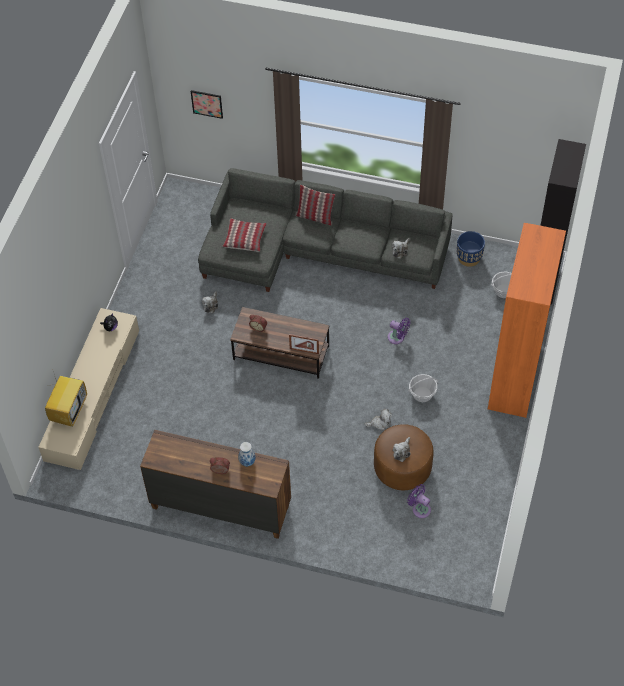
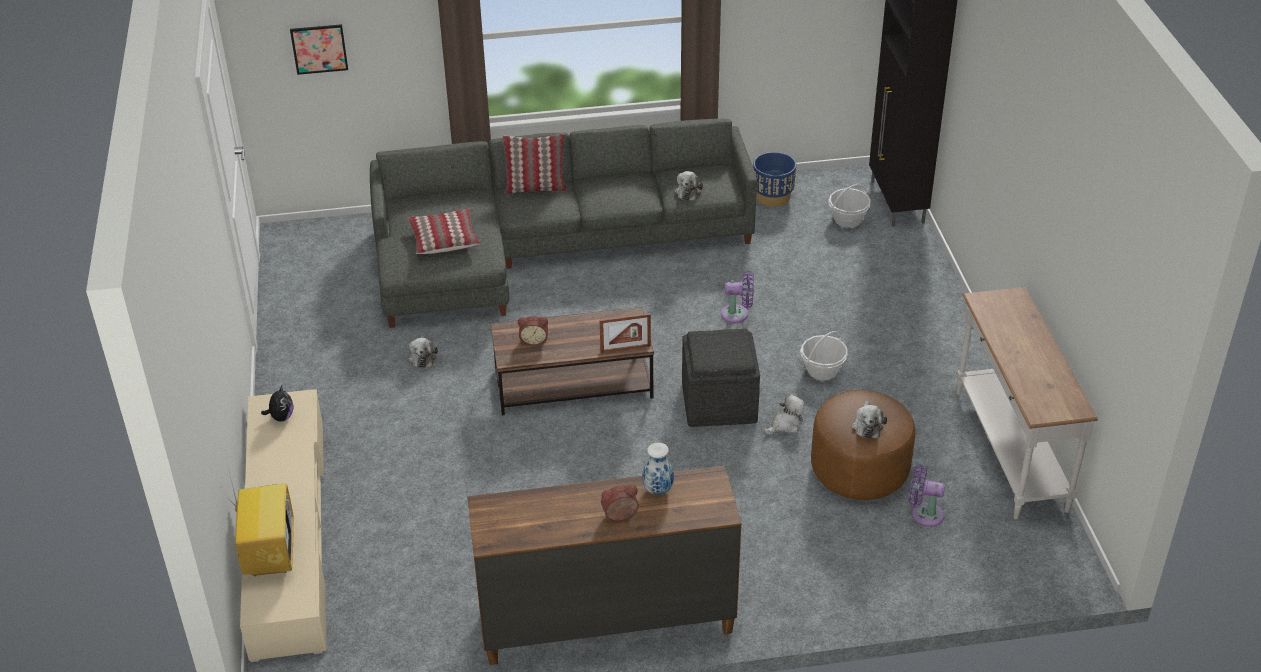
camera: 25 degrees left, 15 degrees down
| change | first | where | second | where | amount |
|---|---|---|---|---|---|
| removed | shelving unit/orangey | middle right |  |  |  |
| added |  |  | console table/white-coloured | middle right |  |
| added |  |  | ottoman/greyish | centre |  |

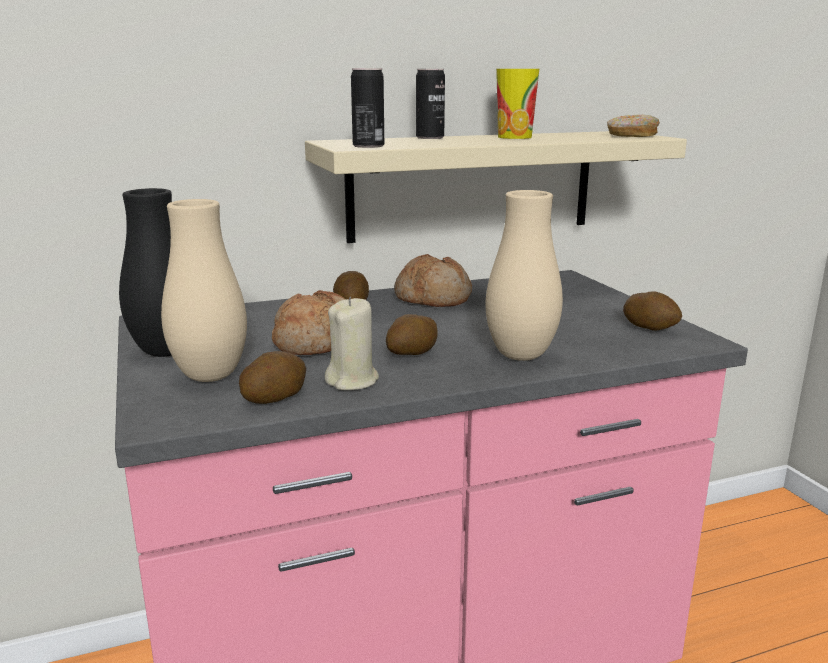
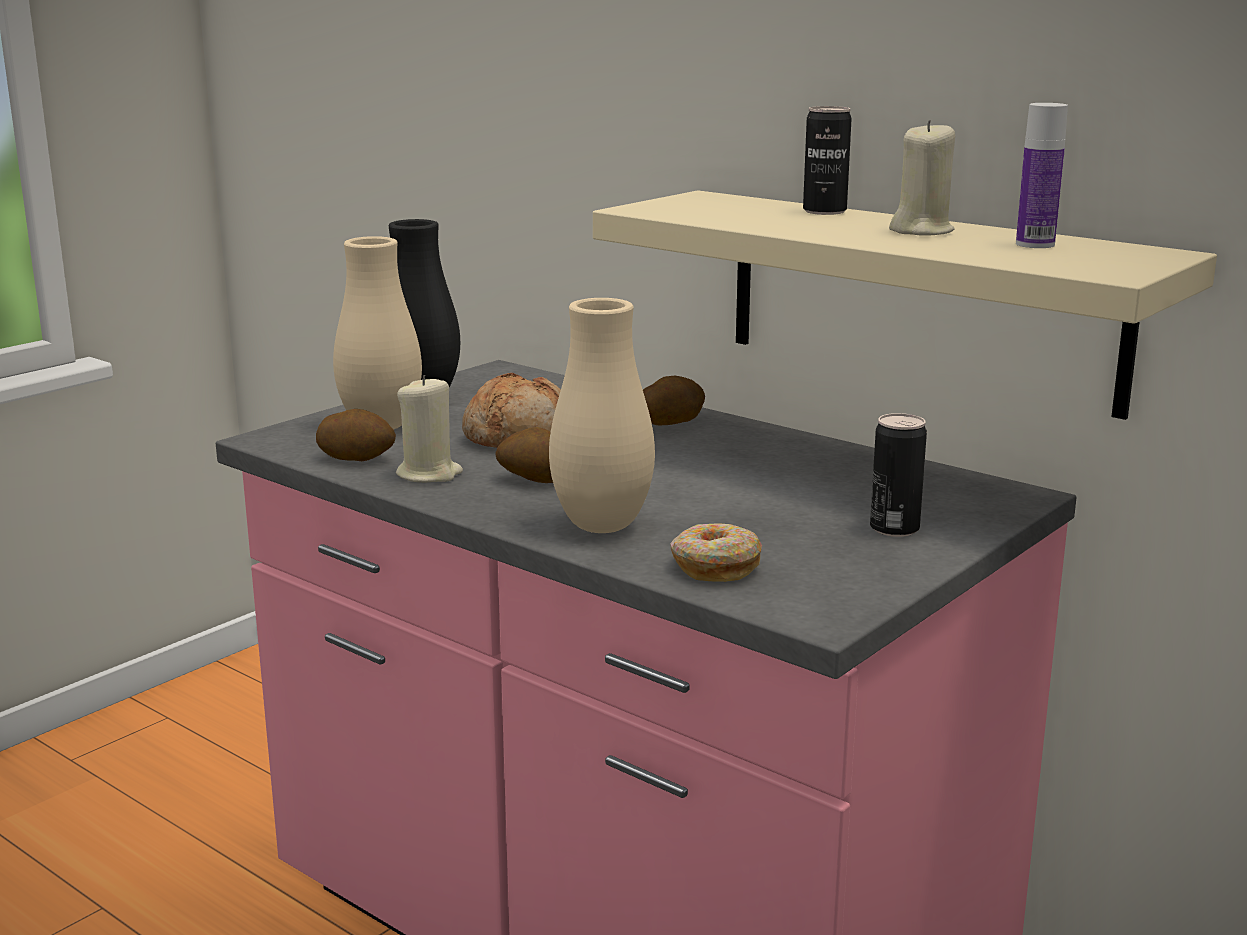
camera: 60 degrees right, 0 degrees up
| change | first | where | second | where | amount |
|---|---|---|---|---|---|
| moved | sealed can (1st from left in the first image) | top centre | sealed can (2nd from left) | middle right |  |
| replaced | small cup | top centre | wax light/beige-coloured (2nd from left) | top right |  |
| moved | doughnut | top right |  | centre |  |
| removed | bread (2nd from left) | centre |  |  |  |
| removed | whole potato (4th from left) | middle right |  |  |  |
| added |  |  | bottle | top right |  |

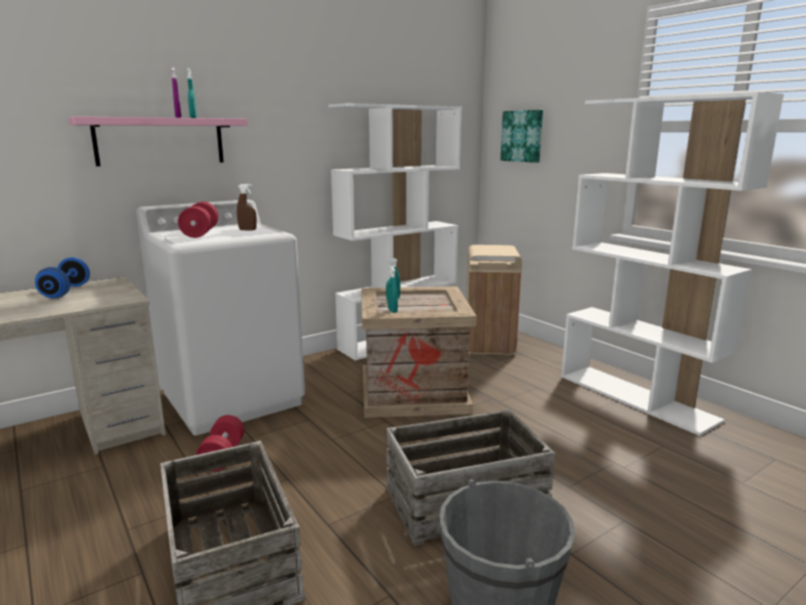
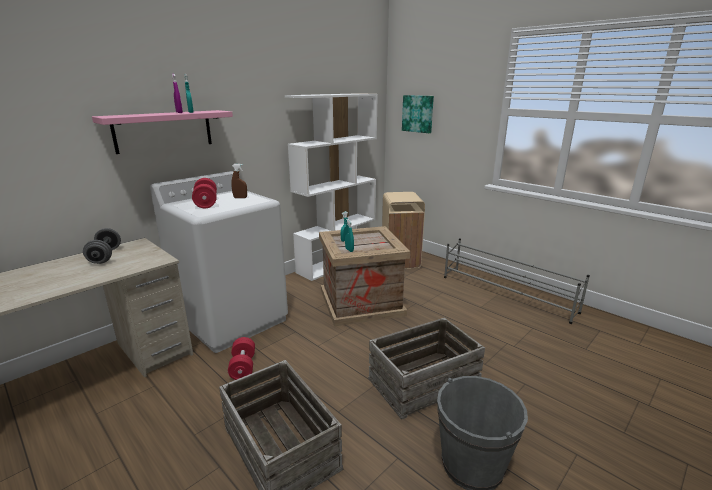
camera: 10 degrees left, 5 degrees up
| change | first | where | second | where | amount |
|---|---|---|---|---|---|
| replaced | shelving unit/white-coloured (2nd from left) | middle right | shoe rack/greyish | middle right |  |
| recoloured | dumbbell/blue | middle left | dumbbell/greyish | middle left |  |

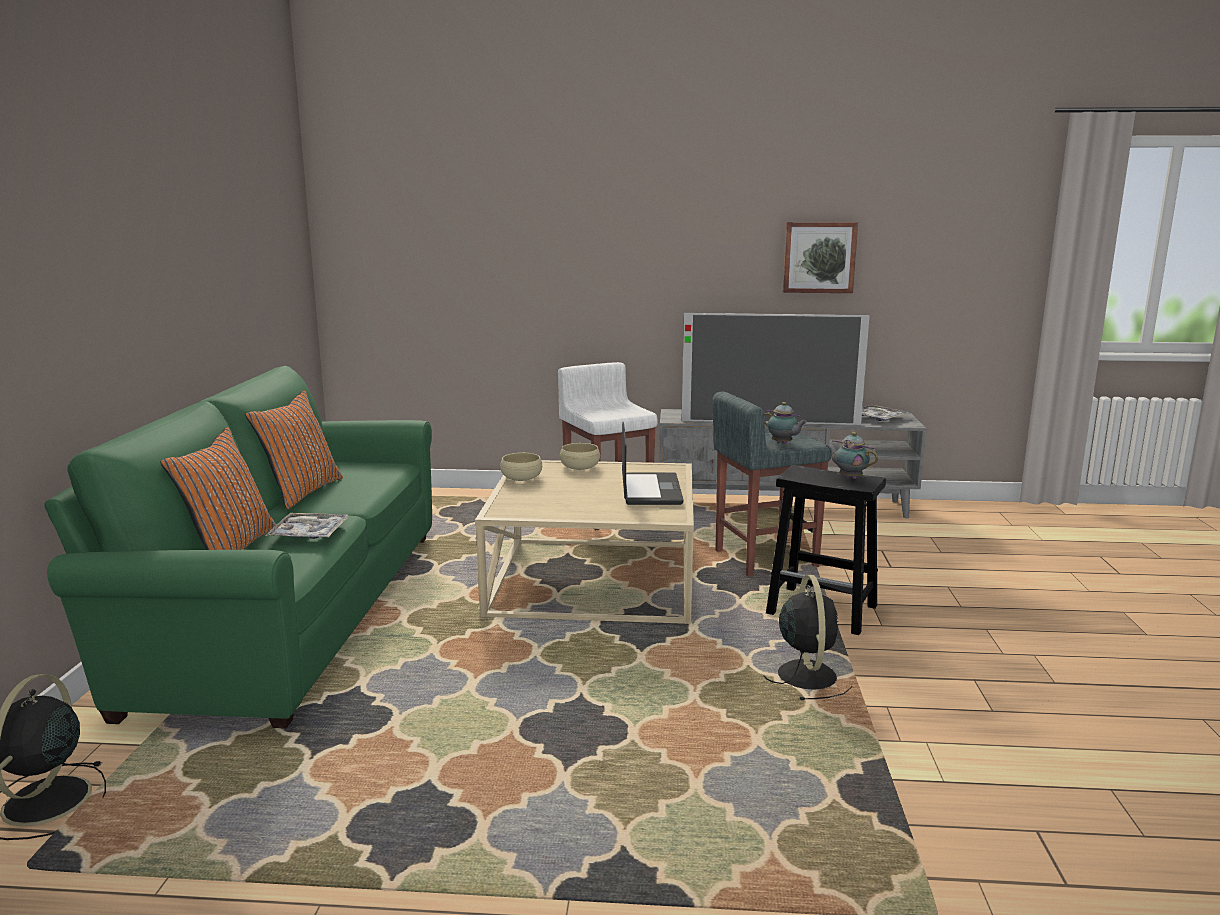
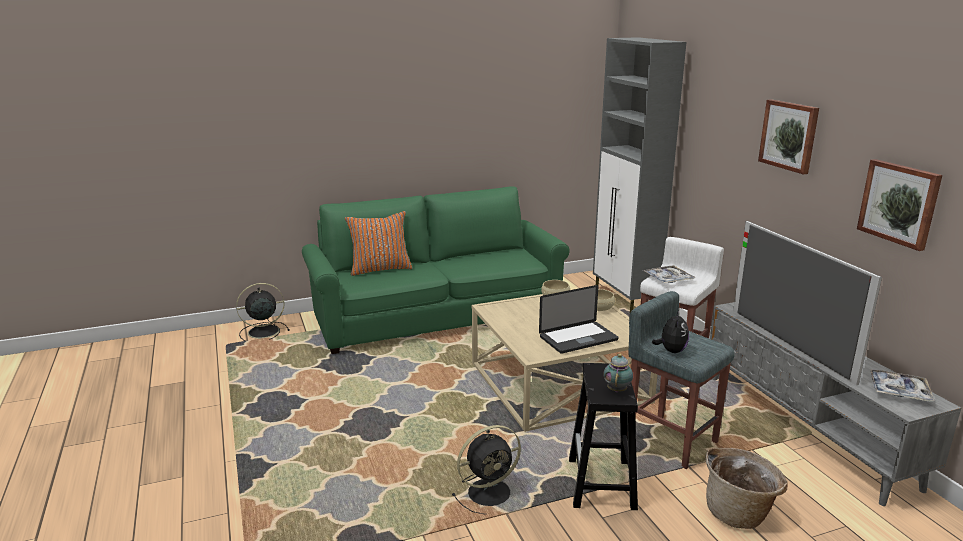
camera: 65 degrees right, 5 degrees up
| change | first | where | second | where | amount |
|---|---|---|---|---|---|
| removed | pillow/orangey (2nd from left) | middle left |  |  |  |
| replaced | pot for tea (1st from left) | centre | plush toy | middle right |  |
| moved | tray (1st from left) | middle left |  | middle right |  |
| added |  |  | cabinet/greyish | top centre |  |
| added |  |  | picture (1st from left) | top right |  |
| added |  |  | basket | bottom right |  |

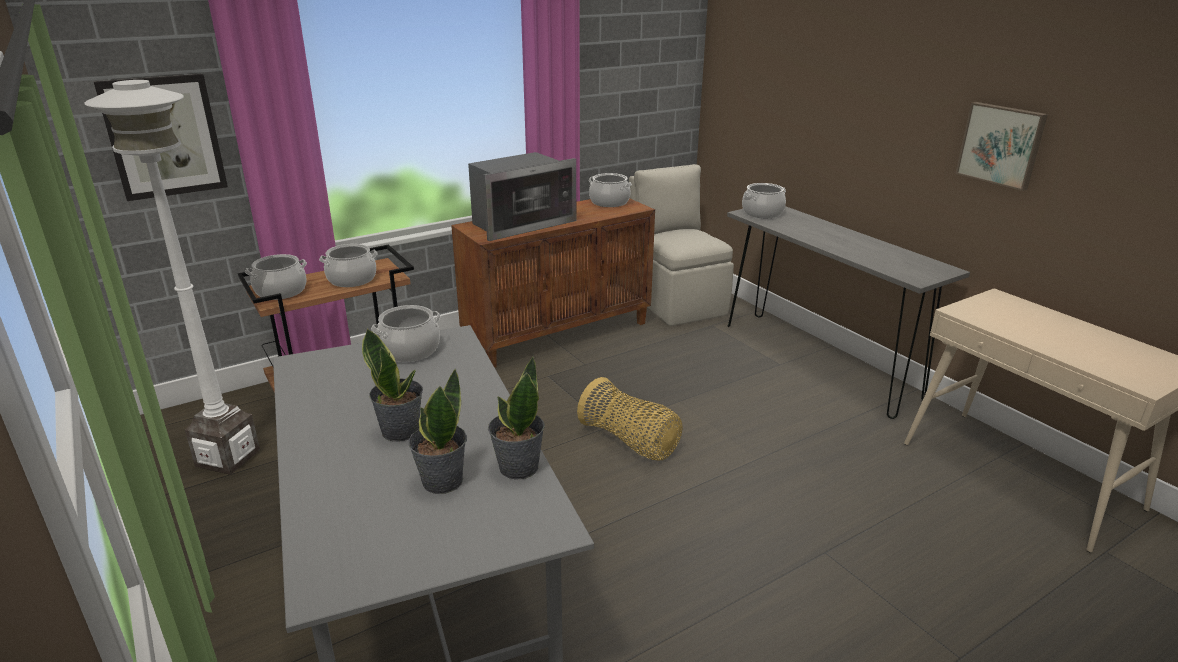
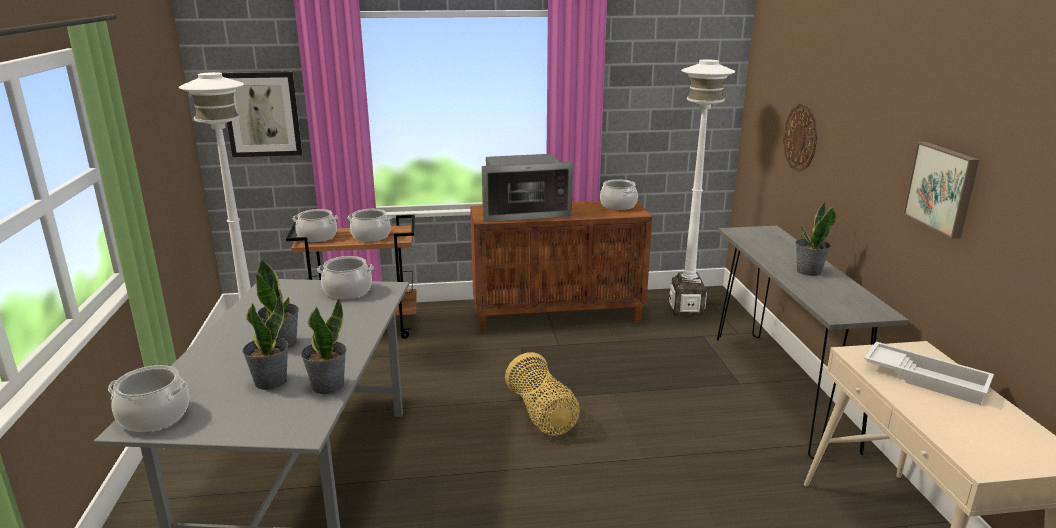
camera: 25 degrees right, 5 degrees down
| change | first | where | second | where | amount |
|---|---|---|---|---|---|
| replaced | upright chair/beige-coloured | centre | standard lamp/white-coloured (2nd from left) | centre |  |
| moved | stockpot (5th from left in the first image) | top centre | stockpot (1st from left) | bottom left |  |
| added |  |  | clock on the wall | top right |  |
| added |  |  | plant in a pot (4th from left) | middle right |  |
| added |  |  | tray/white-coloured | bottom right |  |

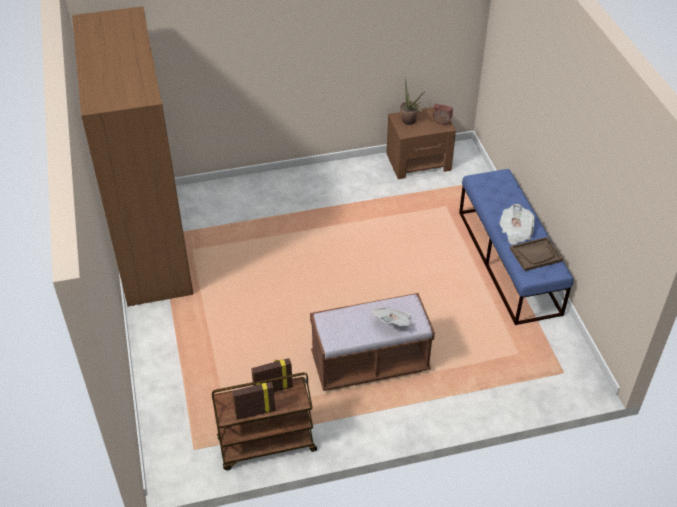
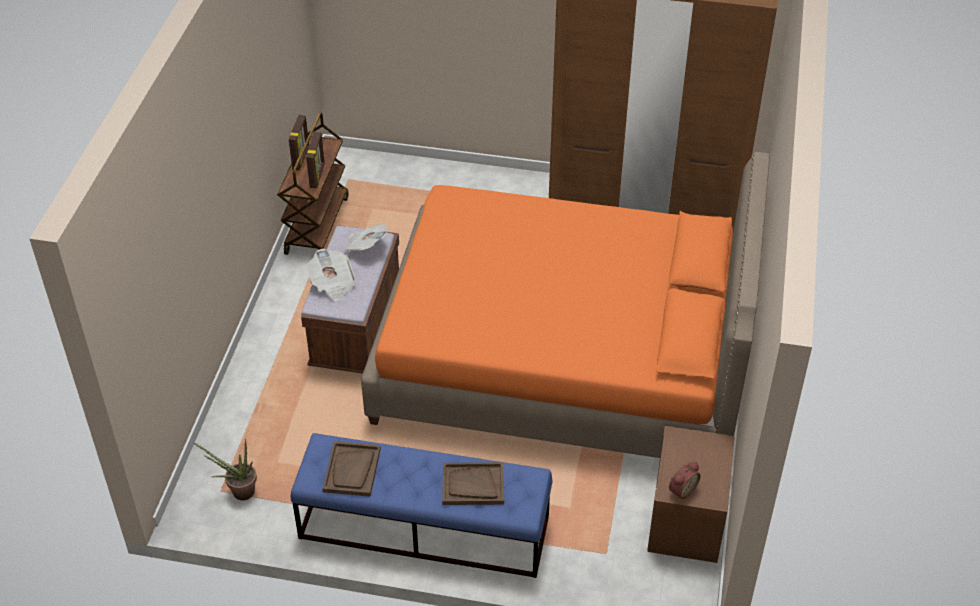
camera: 115 degrees right, 0 degrees up
| change | first | where | second | where | amount |
|---|---|---|---|---|---|
| moved | plant in a pot | top centre |  | bottom left |  |
| moved | newspaper (2nd from left) | middle right |  | centre |  |
| added |  |  | bedroom bed/orangey | centre |  |
| added |  |  | tray/brownish (2nd from left) | bottom centre |  |

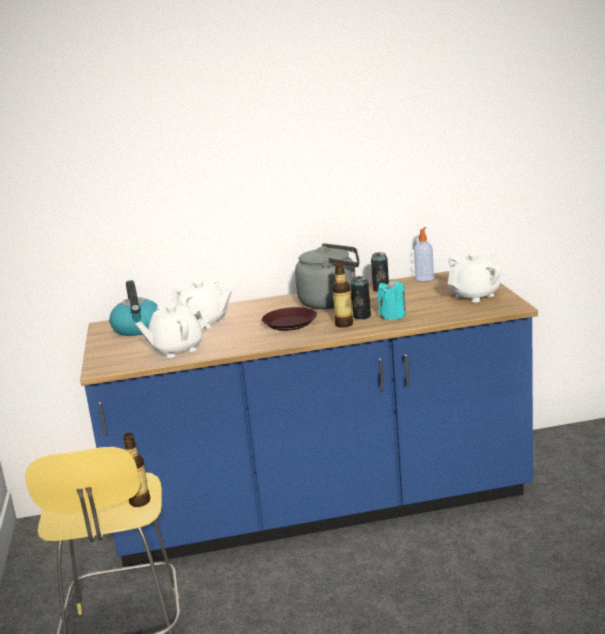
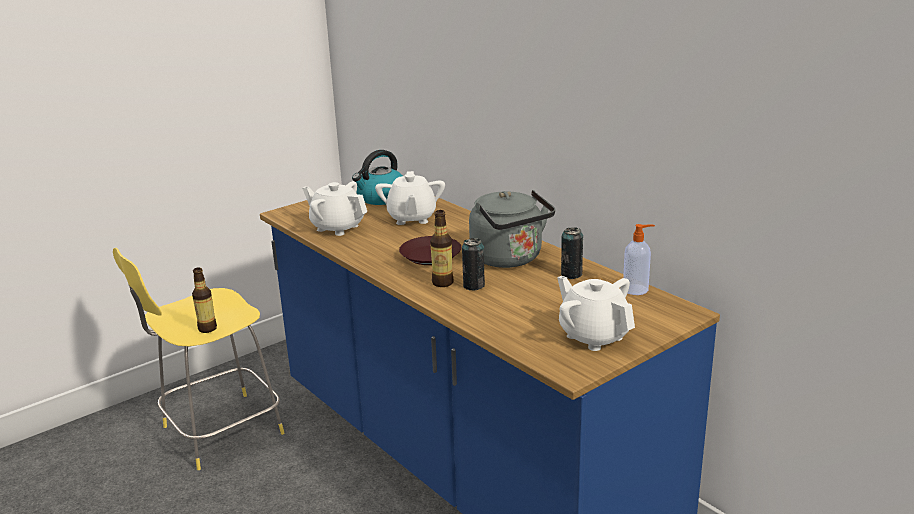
camera: 60 degrees right, 5 degrees up
| change | first | where | second | where | amount |
|---|---|---|---|---|---|
| turned | pot for tea/white-coloured (3rd from left) | middle right |  | centre | 150 degrees counterclockwise |
| removed | wax light/turquoise-coloured | centre |  |  |  |

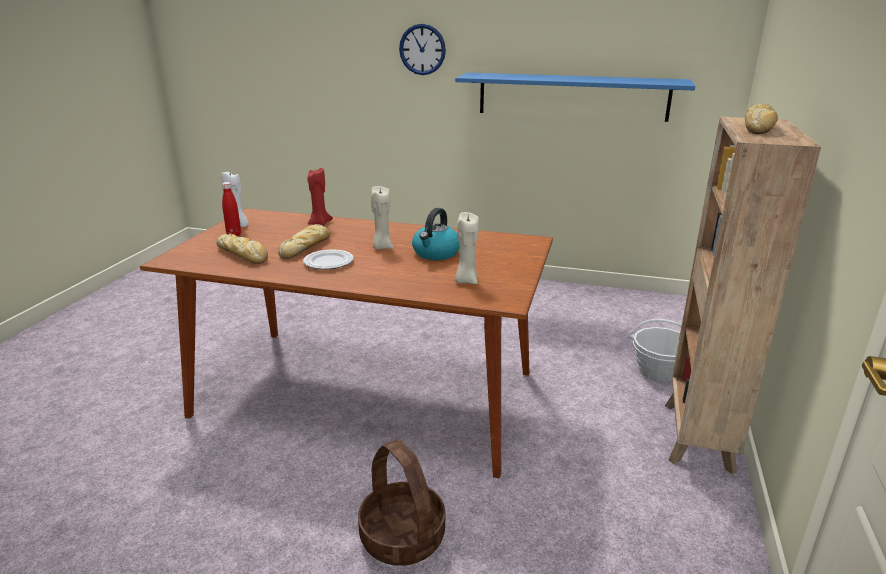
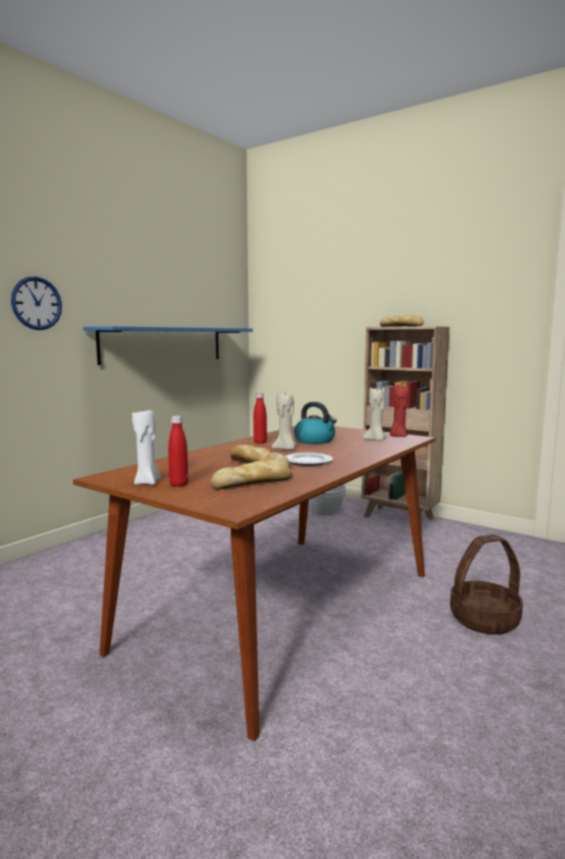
camera: 70 degrees left, 15 degrees down
| change | first | where | second | where | amount |
|---|---|---|---|---|---|
| moved | wax light/reddish | centre |  | middle right |  |
| added |  |  | bottle/reddish (2nd from left) | centre |  |

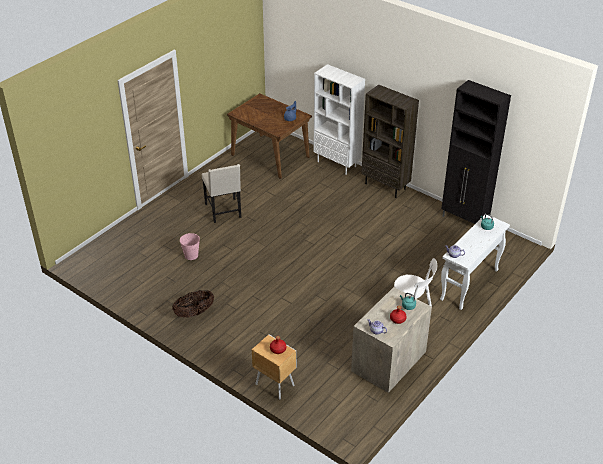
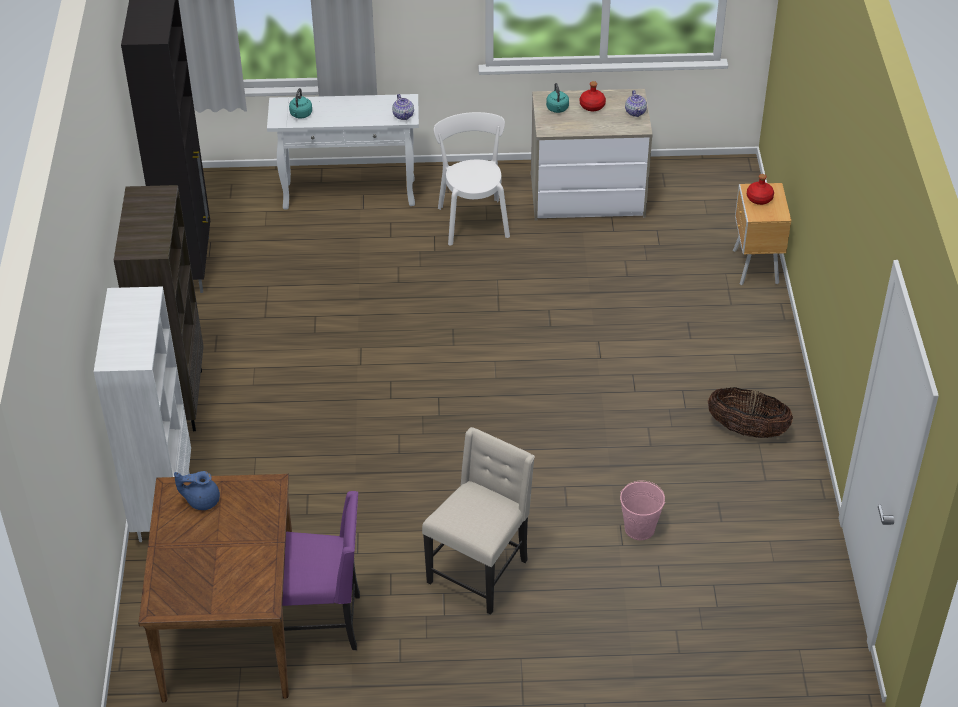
camera: 130 degrees left, 5 degrees up
| change | first | where | second | where | amount |
|---|---|---|---|---|---|
| added |  |  | upright chair/purple | bottom centre |  |

